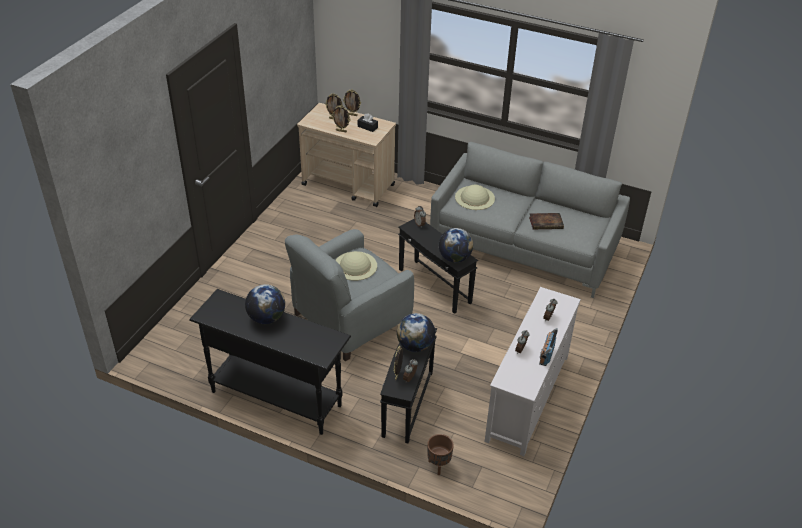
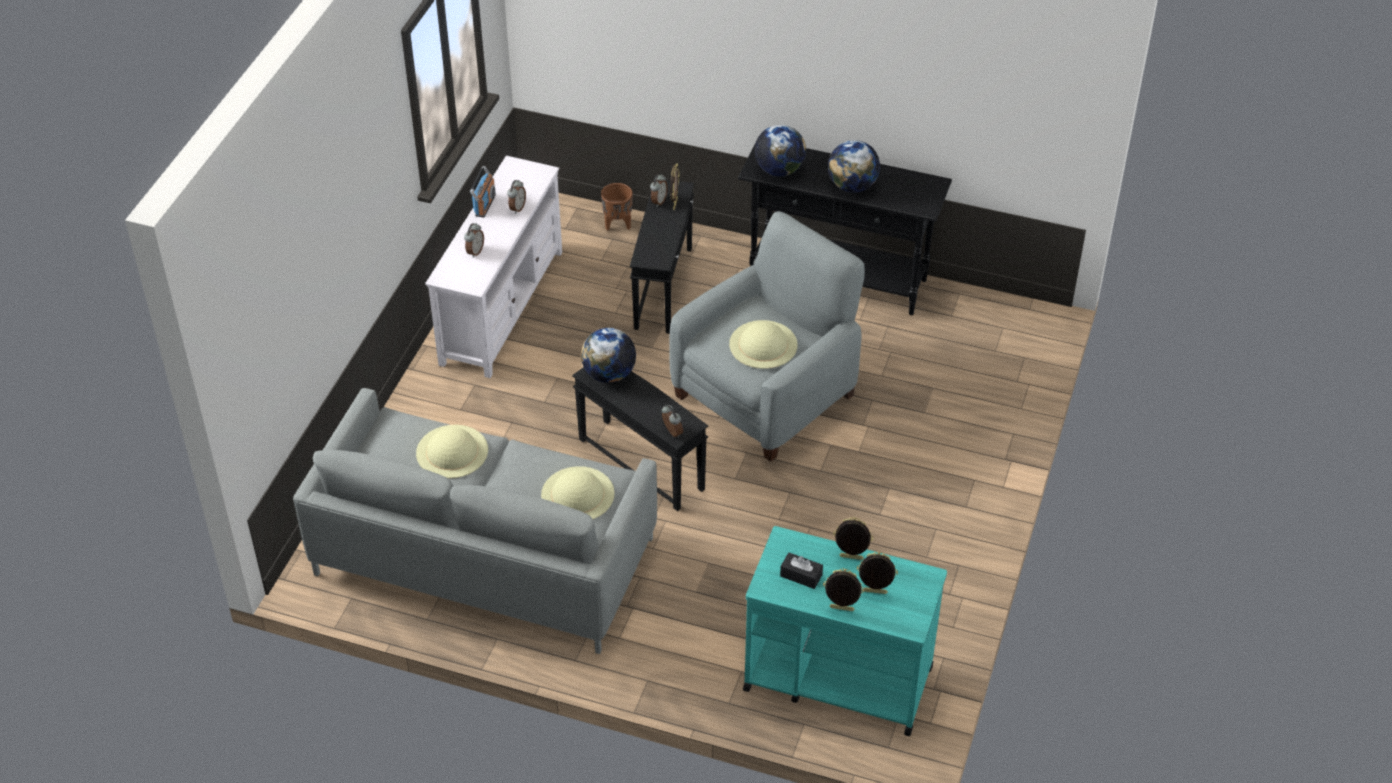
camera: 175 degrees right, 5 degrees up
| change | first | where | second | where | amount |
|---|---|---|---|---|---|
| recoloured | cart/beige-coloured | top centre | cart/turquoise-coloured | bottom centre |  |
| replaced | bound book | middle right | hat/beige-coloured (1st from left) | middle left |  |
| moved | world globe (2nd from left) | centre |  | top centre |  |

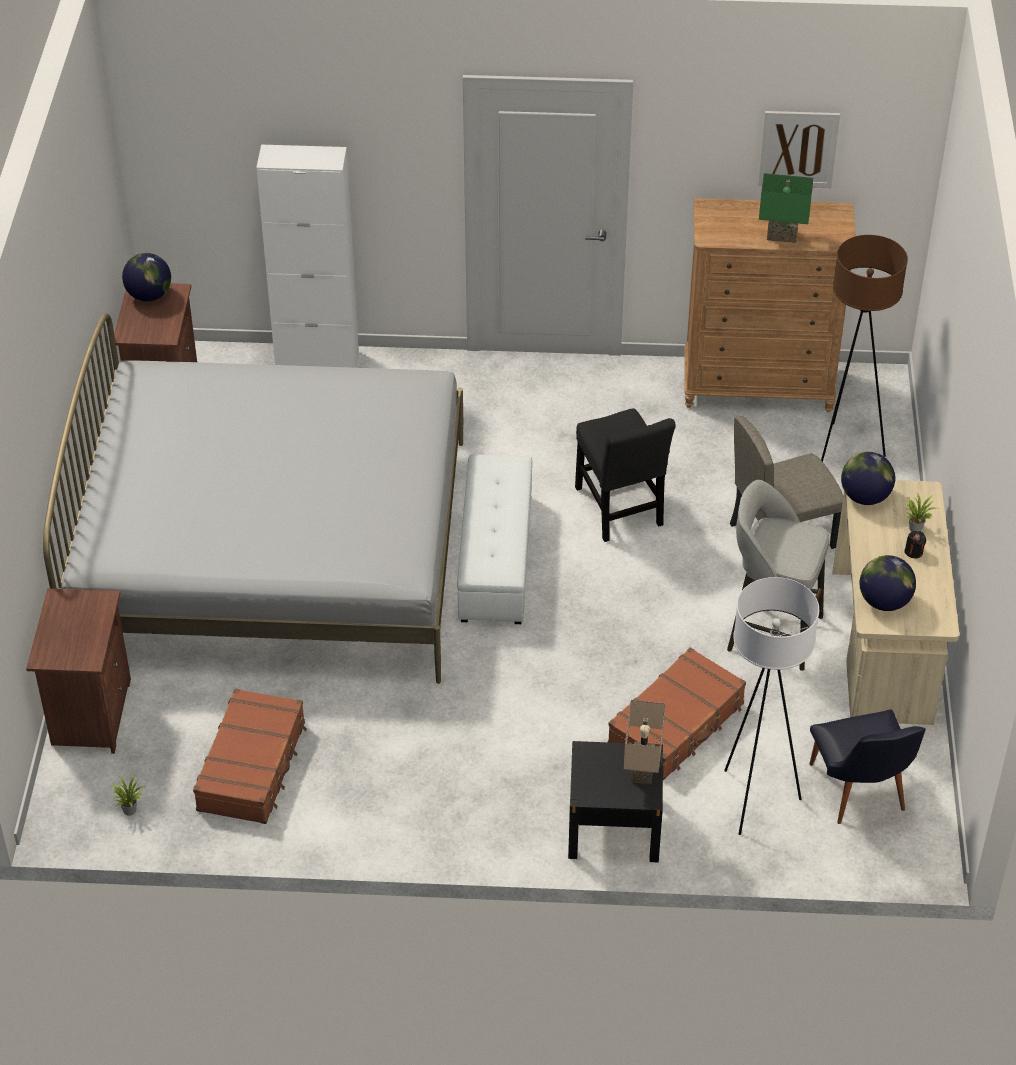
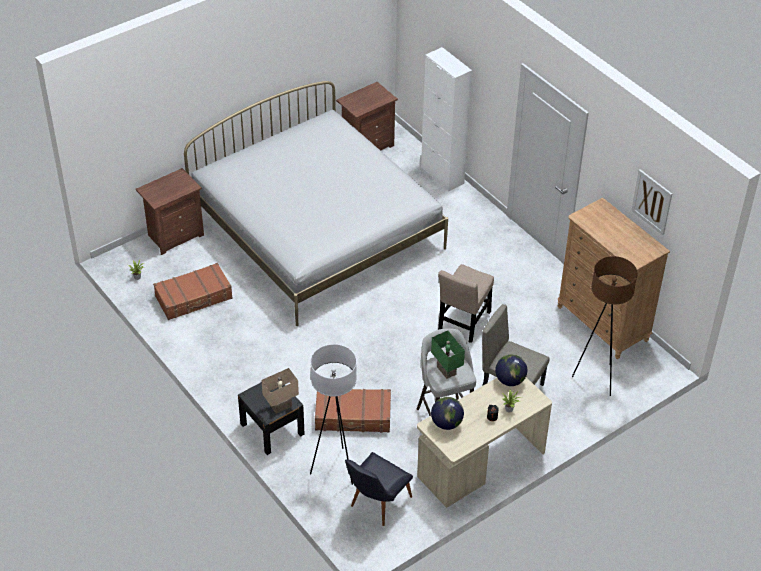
camera: 50 degrees right, 0 degrees up
| change | first | where | second | where | amount |
|---|---|---|---|---|---|
| moved | lamp for a table/green-coloured | top right |  | centre |  |
| removed | world globe (1st from left) | top left |  |  |  |
| recoloured | upright chair/black-coloured (1st from left) | centre | upright chair/beige-coloured (1st from left) | centre |  |
| removed | ottoman/white-coloured | centre |  |  |  |

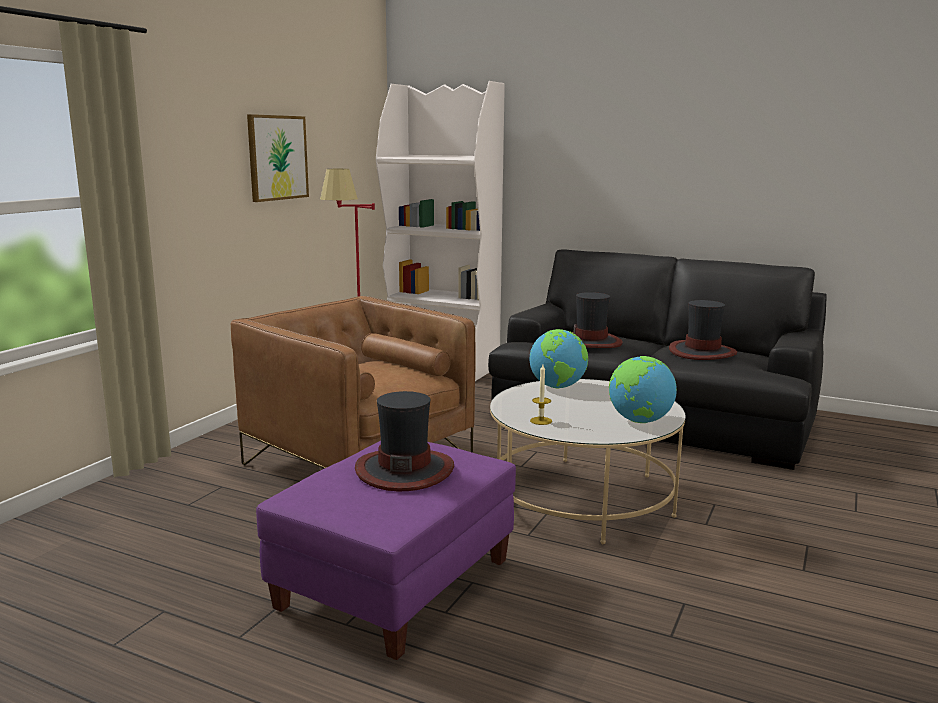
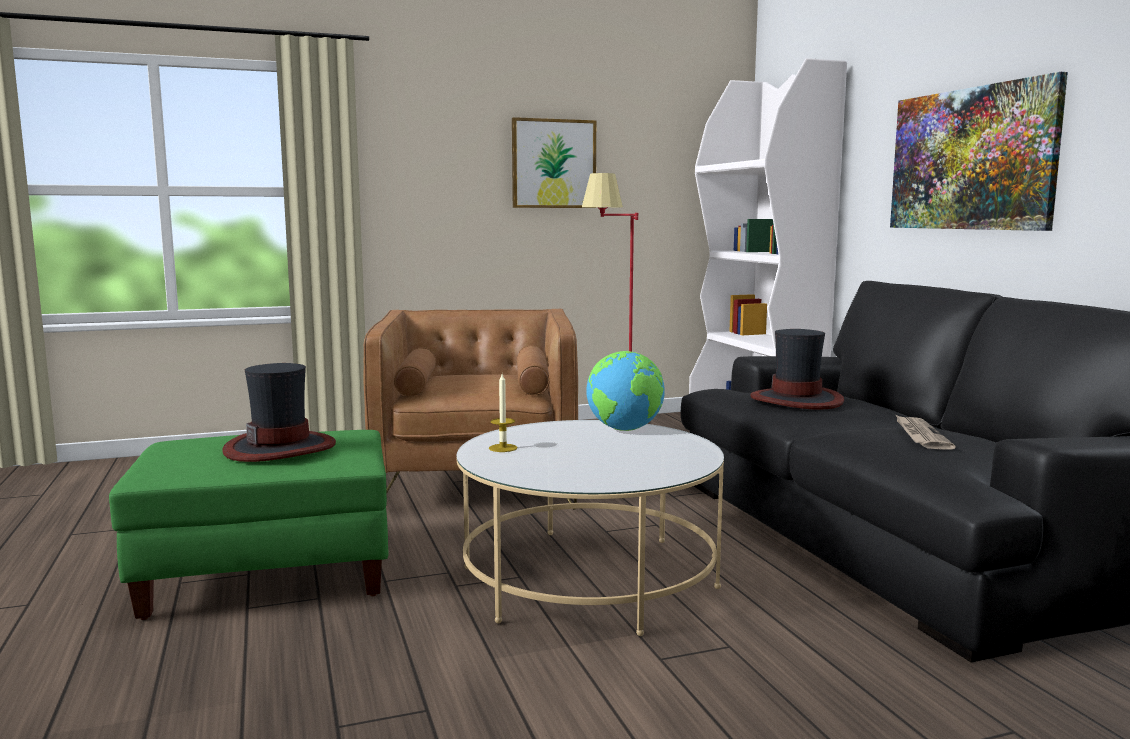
camera: 45 degrees right, 5 degrees down
| change | first | where | second | where | amount |
|---|---|---|---|---|---|
| replaced | hat (3rd from left) | middle right | newspaper | middle right |  |
| removed | world globe (2nd from left) | middle right |  |  |  |
| recoloured | ottoman/purple | bottom centre | ottoman/green-coloured | bottom left |  |
| added |  |  | picture (2nd from left) | top right |  |

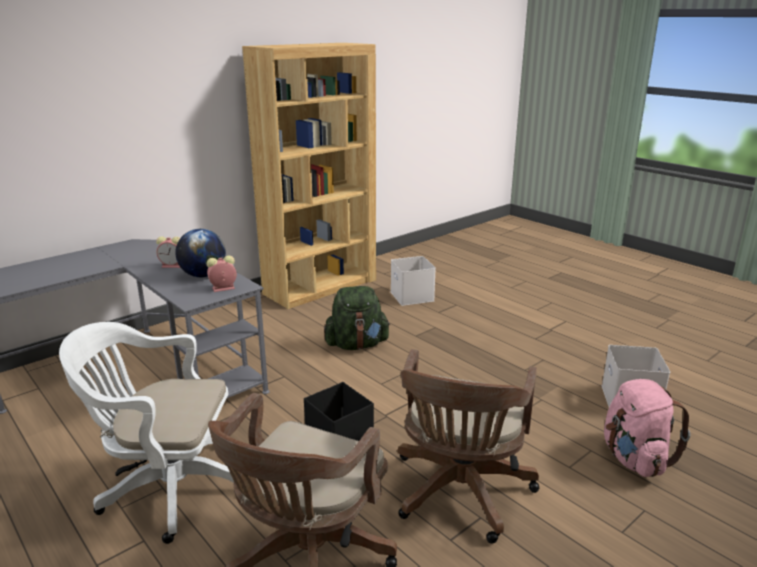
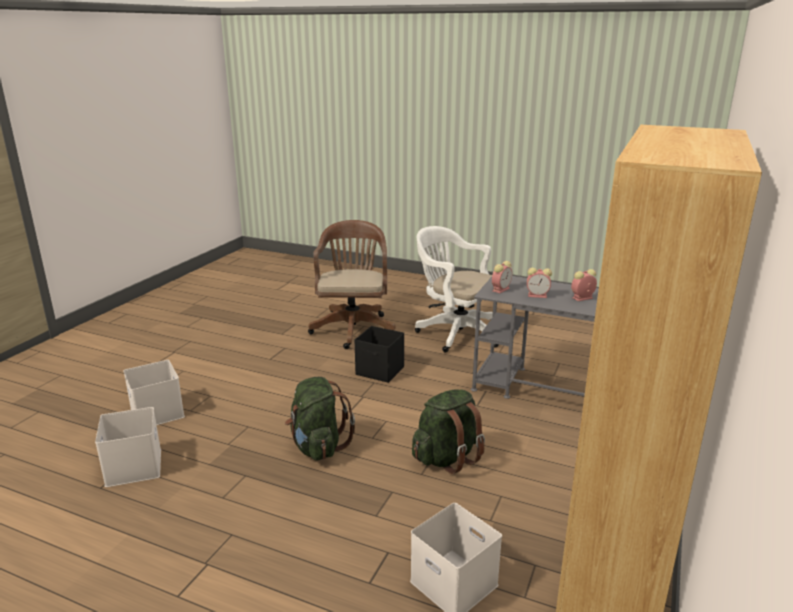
camera: 155 degrees right, 0 degrees up
| change | first | where | second | where | amount |
|---|---|---|---|---|---|
| replaced | world globe | middle left | bedside clock (2nd from left) | middle right |  |
| turned | computer chair/white-coloured | bottom left |  | centre | 120 degrees counterclockwise |
| removed | computer chair/brownish (2nd from left) | bottom centre |  |  |  |
| replaced | rucksack/pink | bottom right | storage box/white-coloured (2nd from left) | middle left |  |
| added |  |  | rucksack/green-coloured (1st from left) | bottom centre |  |

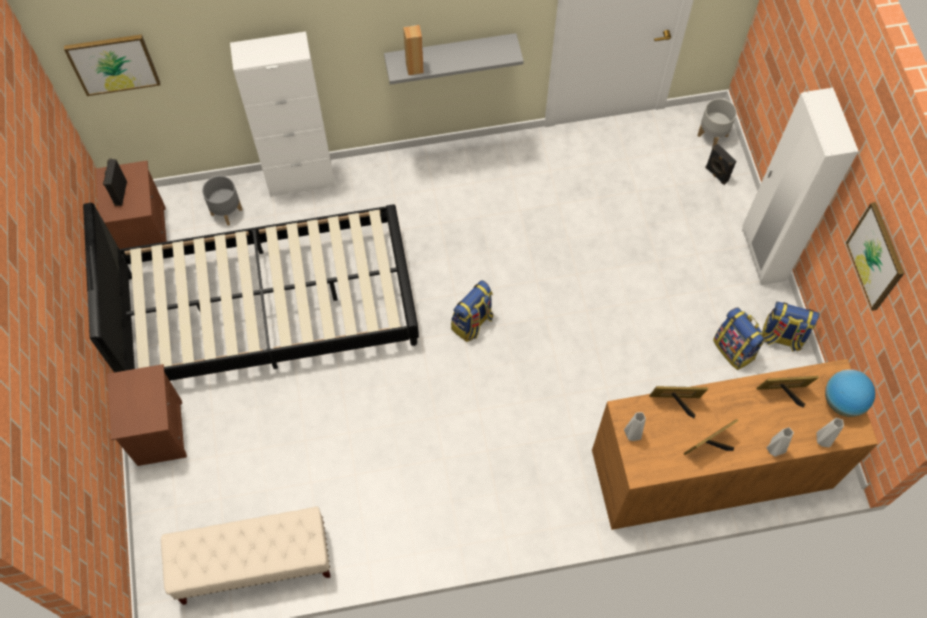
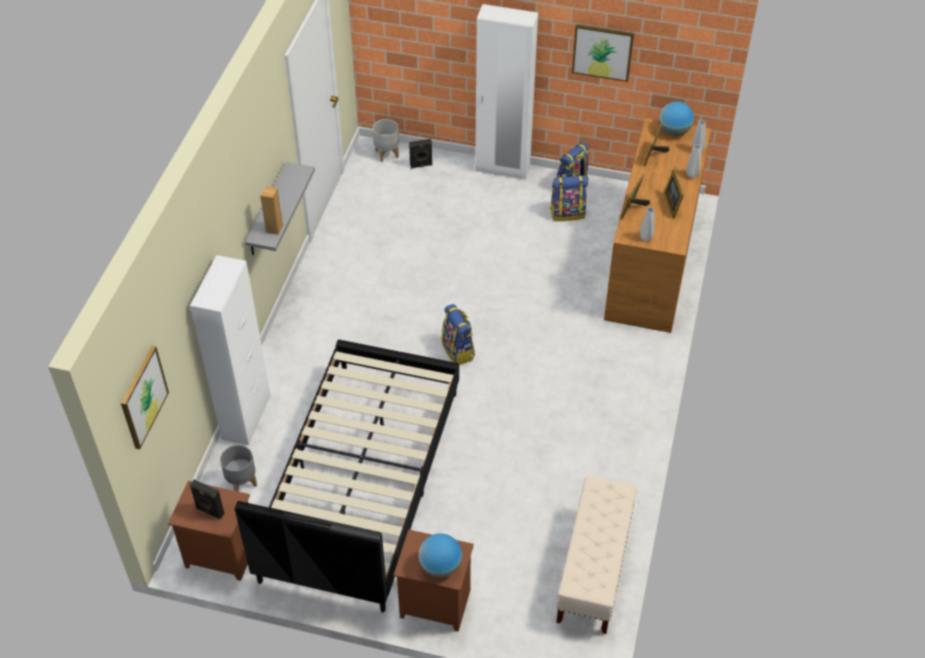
camera: 65 degrees left, 15 degrees down
| change | first | where | second | where | amount |
|---|---|---|---|---|---|
| added |  |  | world globe (1st from left) | bottom centre |  |

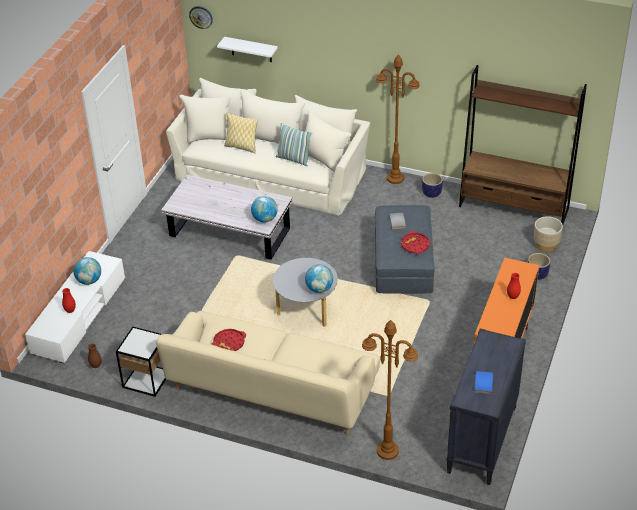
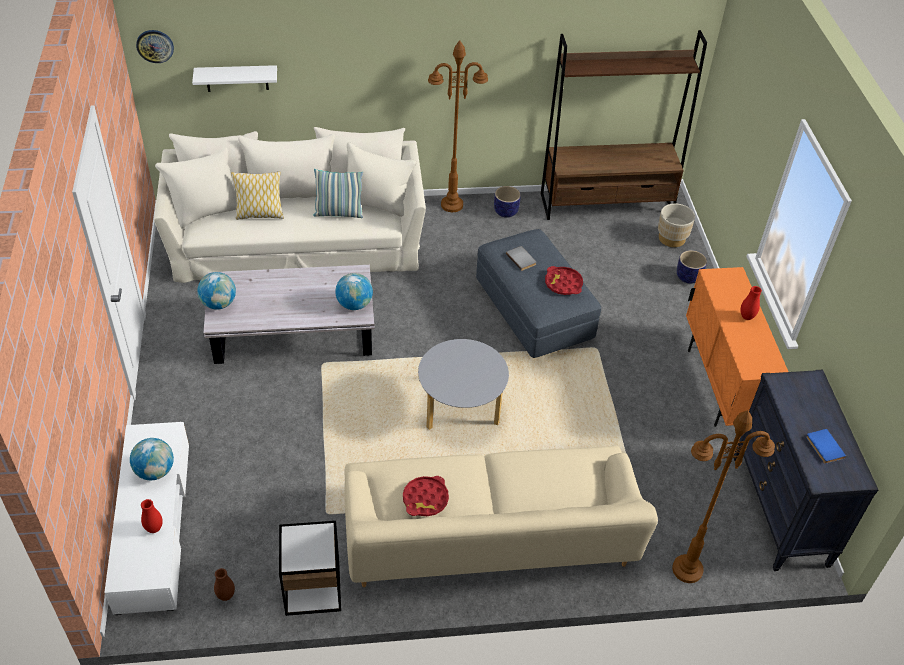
camera: 30 degrees left, 5 degrees up
| change | first | where | second | where | amount |
|---|---|---|---|---|---|
| moved | world globe (3rd from left in the first image) | centre | world globe (2nd from left) | middle left |  |

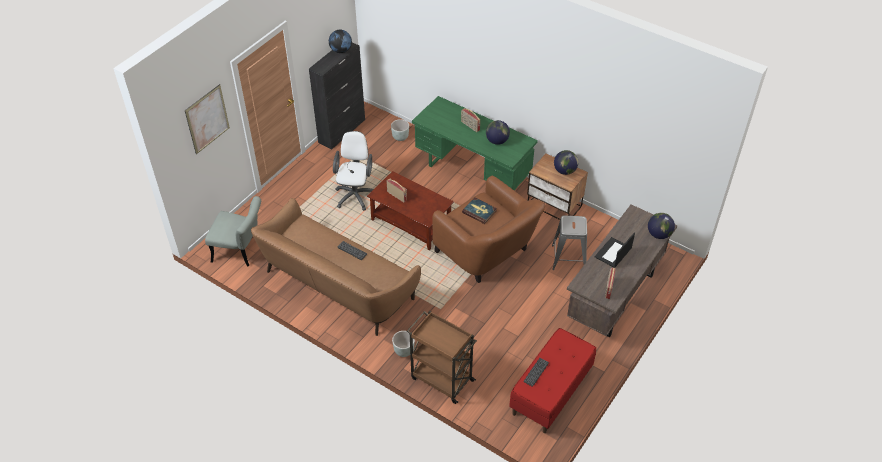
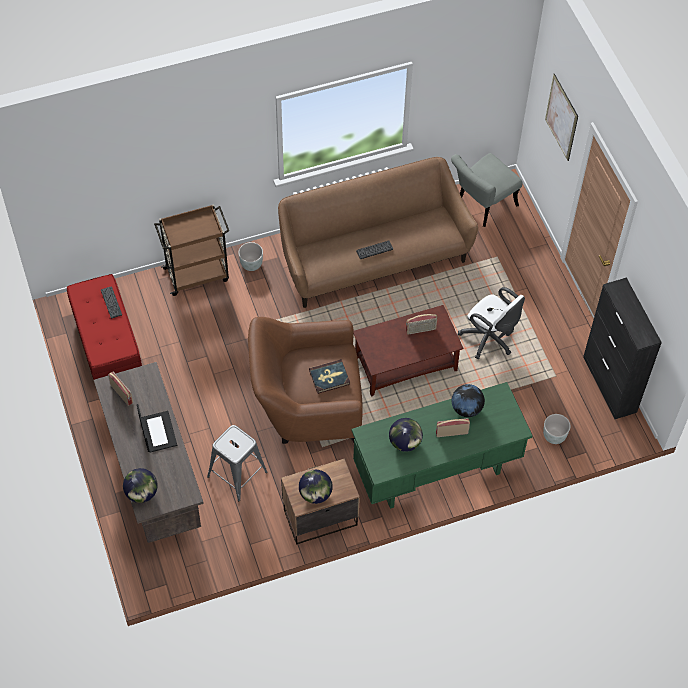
camera: 125 degrees right, 10 degrees up
| change | first | where | second | where | amount |
|---|---|---|---|---|---|
| moved | world globe (1st from left in the first image) | top centre | world globe (4th from left) | middle right |  |

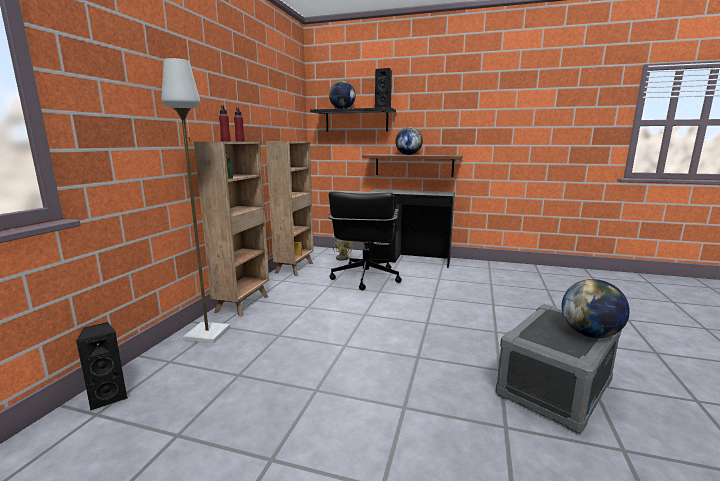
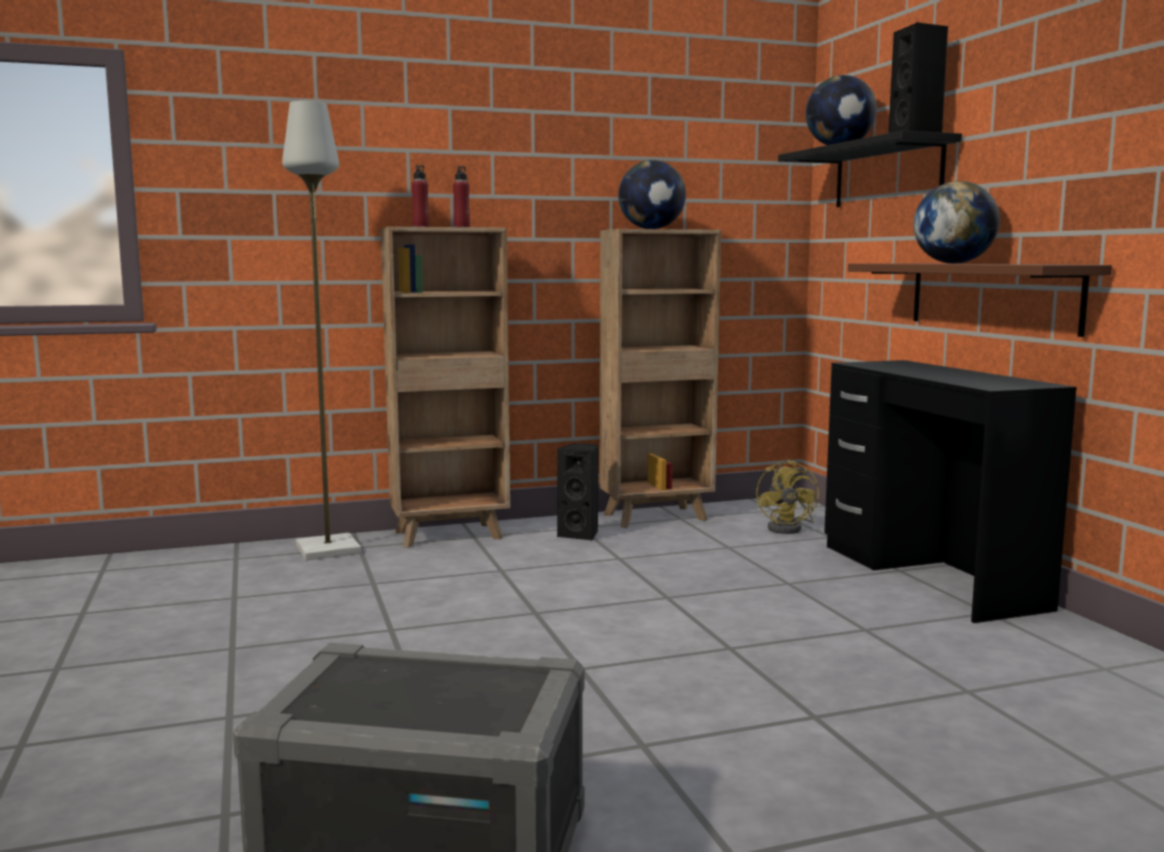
camera: 55 degrees right, 5 degrees down
| change | first | where | second | where | amount |
|---|---|---|---|---|---|
| removed | computer chair/black-coloured | centre |  |  |  |
| moved | world globe (3rd from left in the first image) | middle right | world globe (1st from left) | top centre |  |
| moved | loudspeaker/black-coloured (1st from left) | bottom left |  | centre |  |

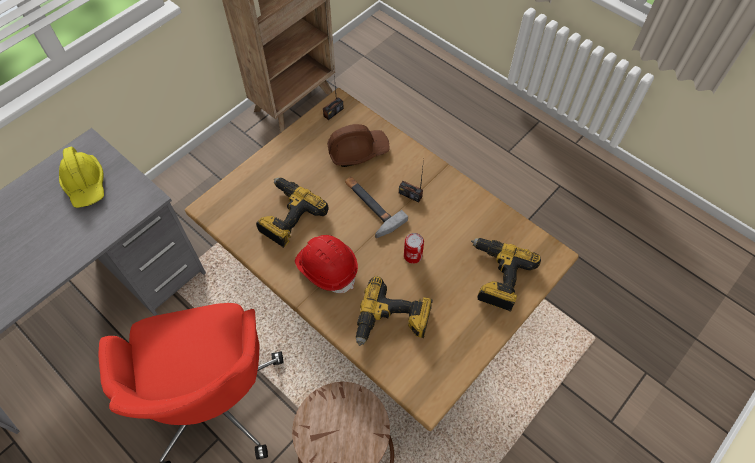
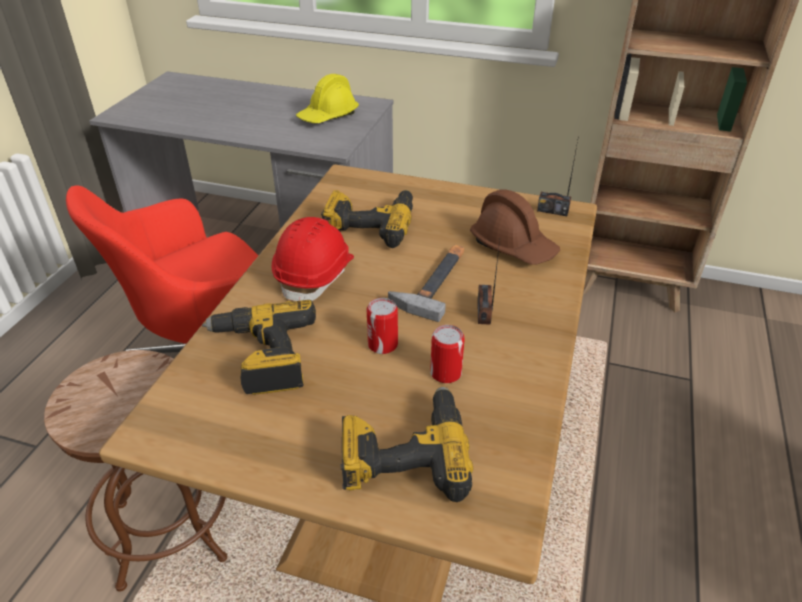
camera: 65 degrees right, 20 degrees down
| change | first | where | second | where | amount |
|---|---|---|---|---|---|
| added |  |  | sealed can (2nd from left) | centre |  |

